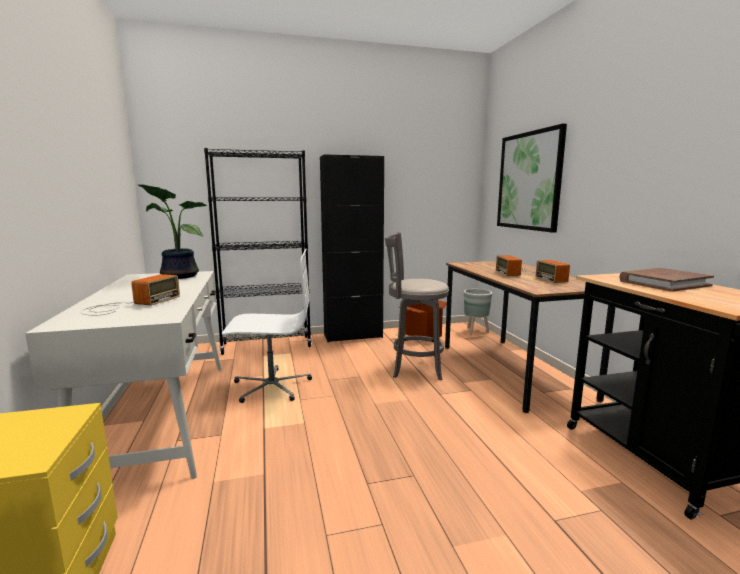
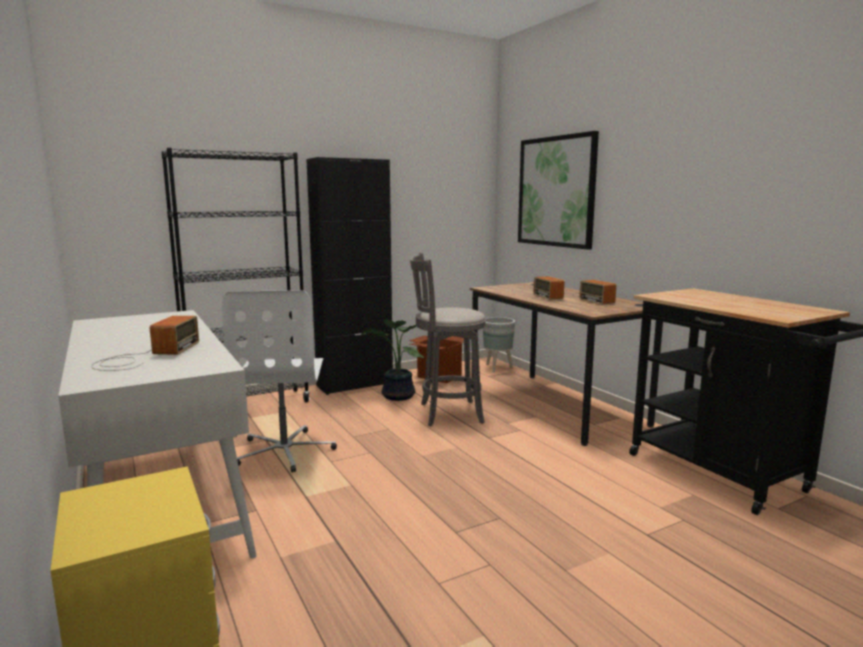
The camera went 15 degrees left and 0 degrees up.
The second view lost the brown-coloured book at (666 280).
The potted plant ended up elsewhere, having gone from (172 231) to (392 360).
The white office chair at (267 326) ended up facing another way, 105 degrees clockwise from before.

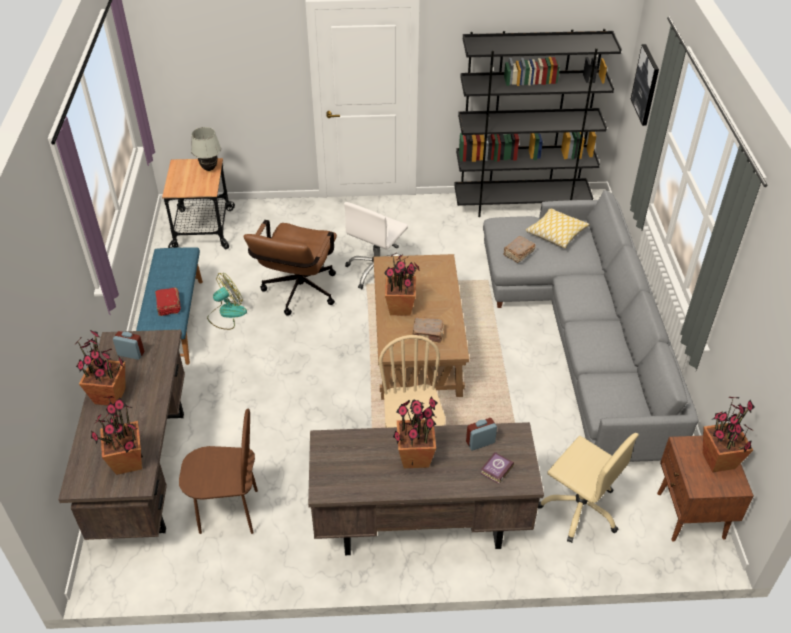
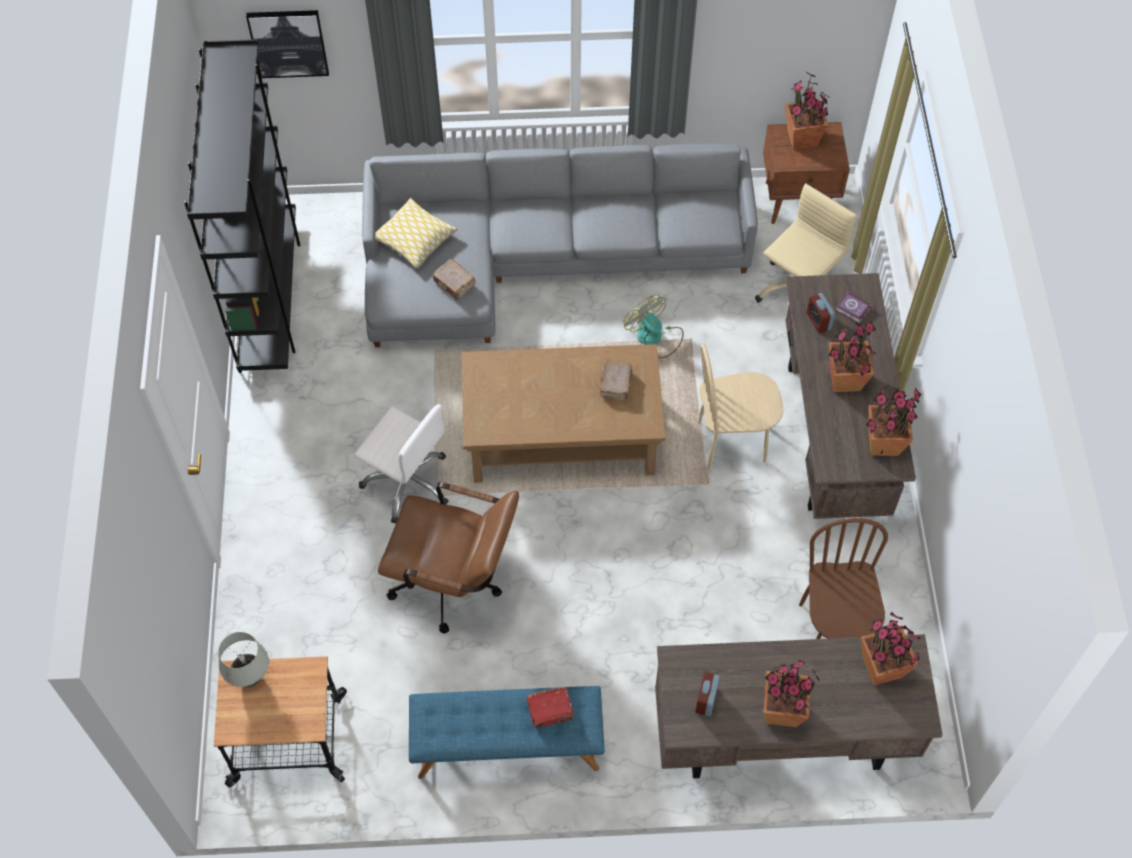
The camera went 90 degrees left and 15 degrees up.
The cooling fan ended up elsewhere, having gone from (227 301) to (653 326).
The potted plant ended up elsewhere, having gone from (402 284) to (894 421).

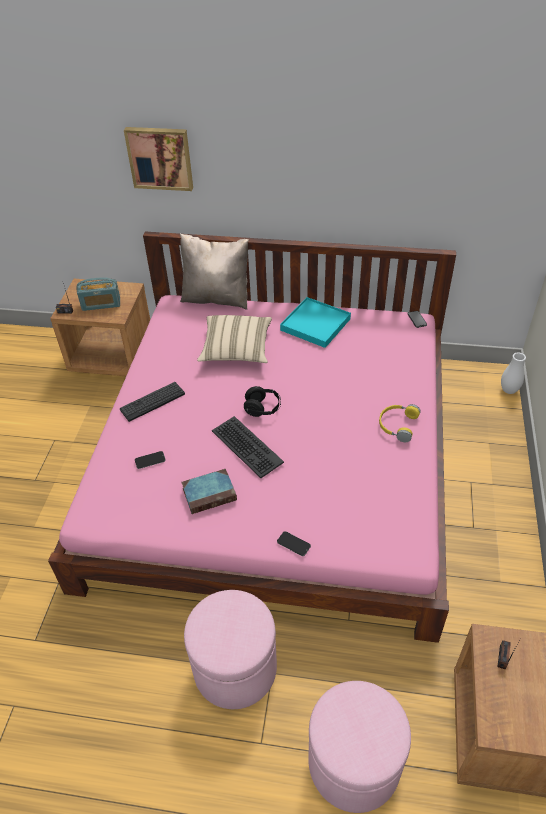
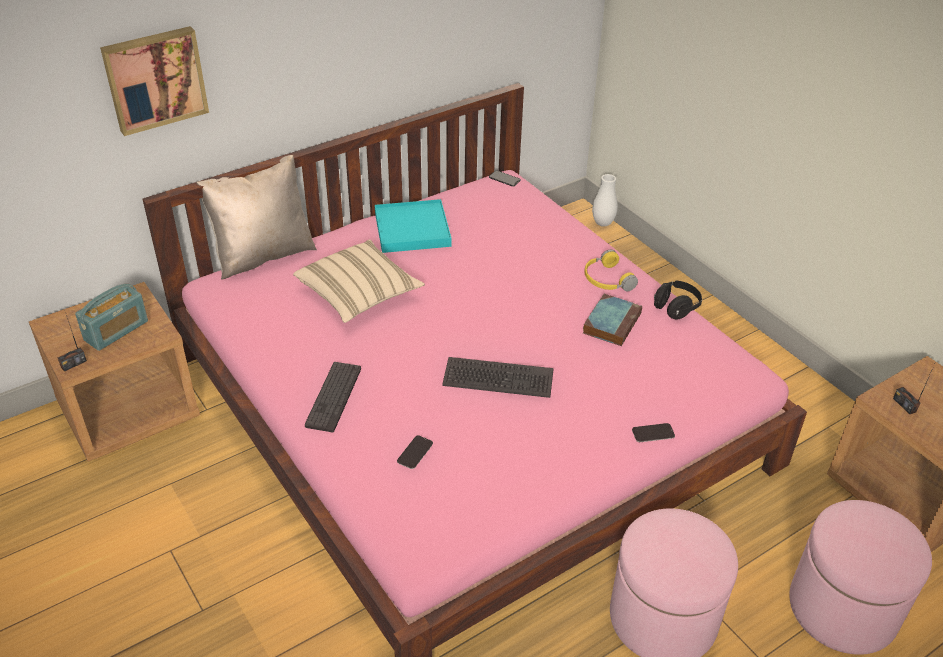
The camera went 45 degrees left and 5 degrees down.
The book ended up elsewhere, having gone from (209 491) to (612 320).
The black pair of headphones ended up elsewhere, having gone from (262 401) to (678 300).

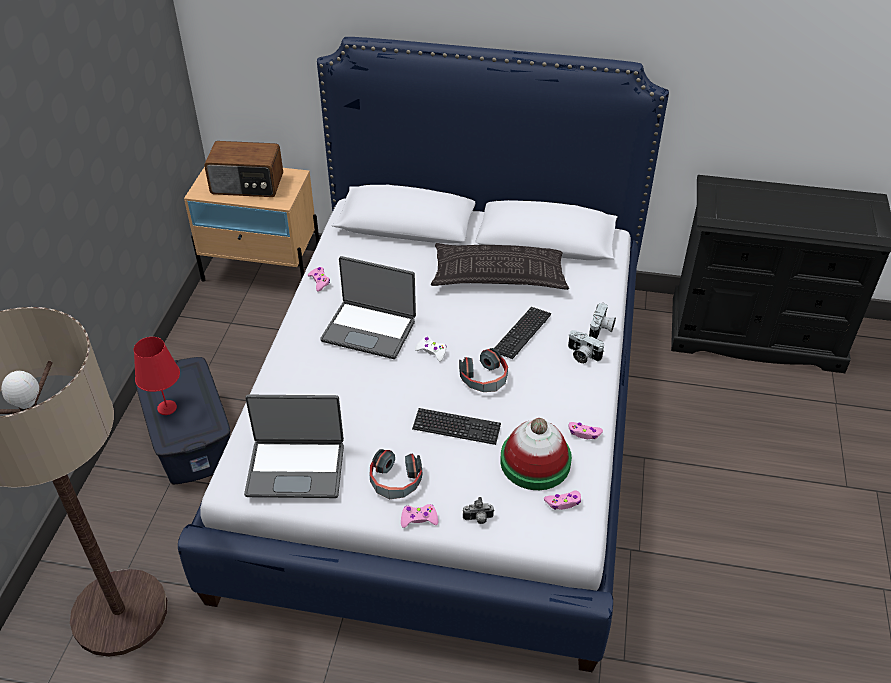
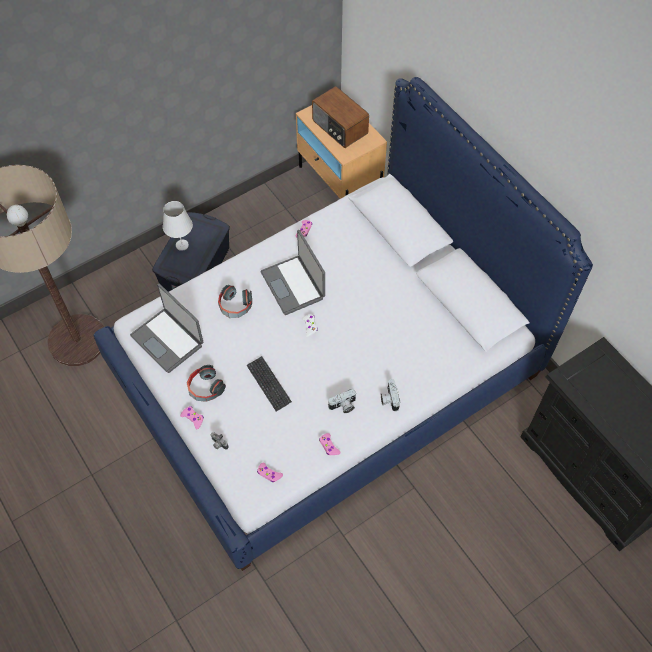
The camera went 45 degrees right and 15 degrees up.
The second view lost the cushion at (500 266).
The second view lost the computer keyboard at (522 333).
The second view lost the hat at (536 454).
The pair of headphones ended up elsewhere, having gone from (483 370) to (235 301).
The still camera ended up elsewhere, having gone from (602 321) to (342 401).
What was the red-coloured tabletop lamp at (157 376) turned into the white tabletop lamp at (178 226).

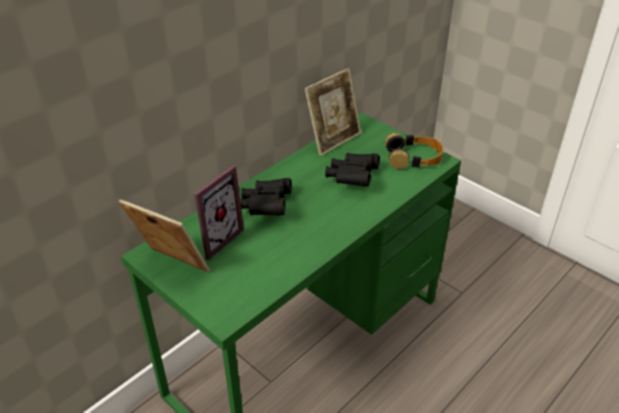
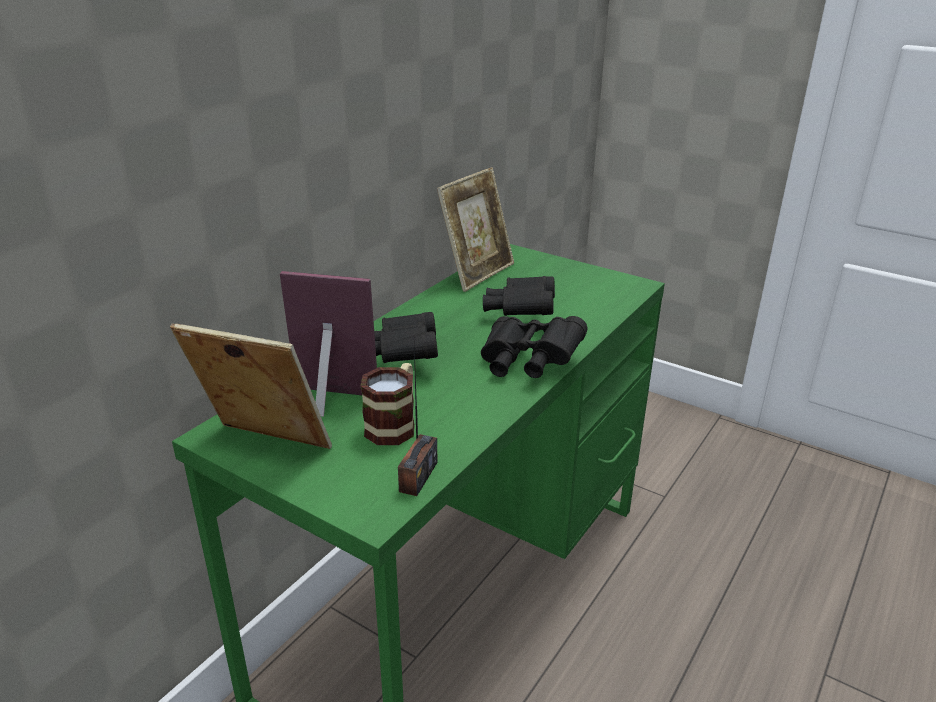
The camera went 10 degrees left and 10 degrees down.
The second view lost the pair of headphones at (414 151).
The second view gained the mug at (388 404).
The second view gained the radio receiver at (418 420).
The second view gained the black field glasses at (534 347).
The picture frame at (219 212) ended up facing another way, 105 degrees counterclockwise from before.

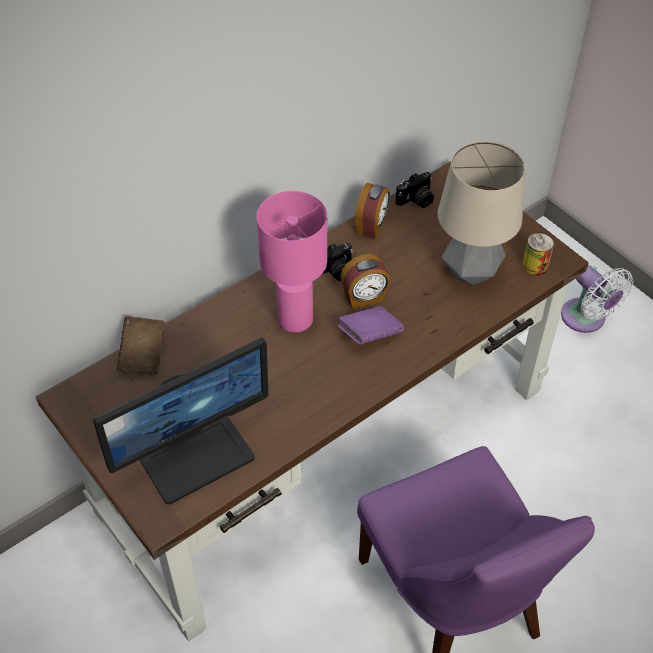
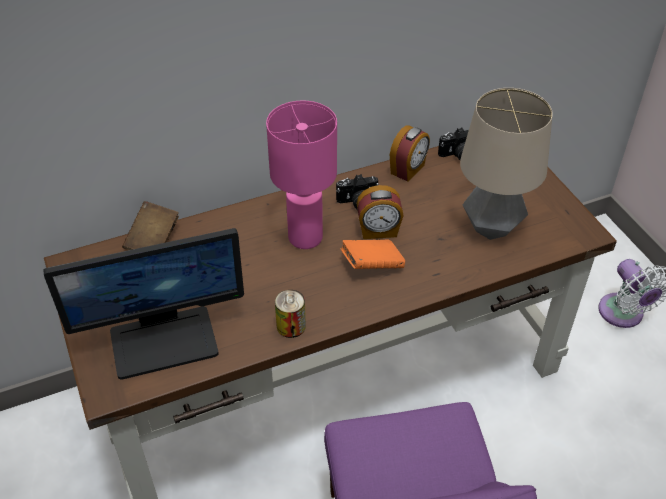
The camera went 15 degrees right and 5 degrees down.
The sealed can ended up elsewhere, having gone from (538 253) to (290 314).
What was the purple book at (371 325) turned into the orange book at (373 254).

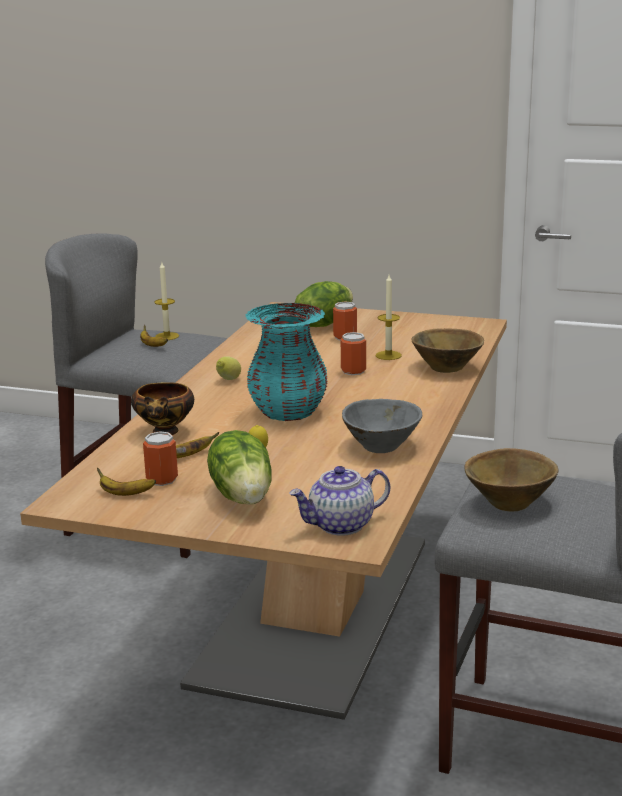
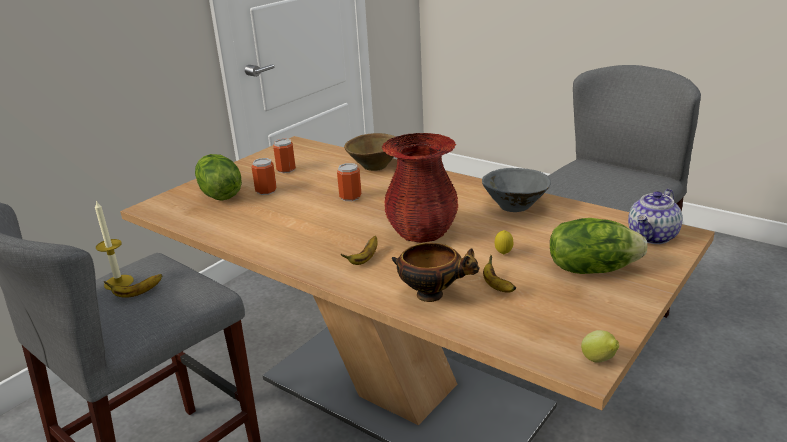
The camera went 70 degrees left and 5 degrees up.
The second view lost the candle at (389 317).
The second view lost the brown-coloured deep dish at (511 480).
The banana ended up elsewhere, having gone from (126 482) to (359 250).
The sealed can ended up elsewhere, having gone from (160 458) to (284 156).
The lemon ended up elsewhere, having gone from (228 368) to (600 346).
What was the turquoise decorative vase at (286 362) turned into the red-coloured decorative vase at (419 188).
The pot for tea at (339 501) ended up facing another way, 45 degrees clockwise from before.

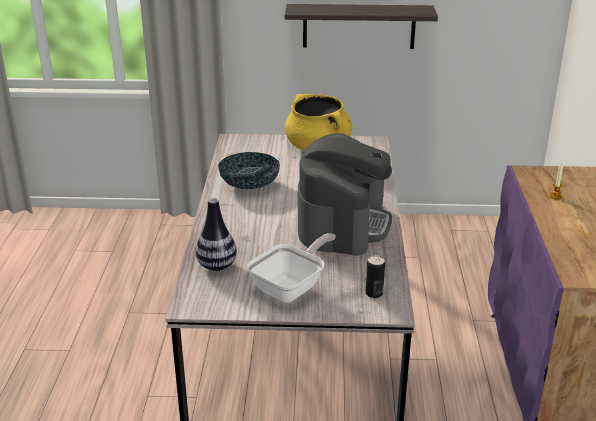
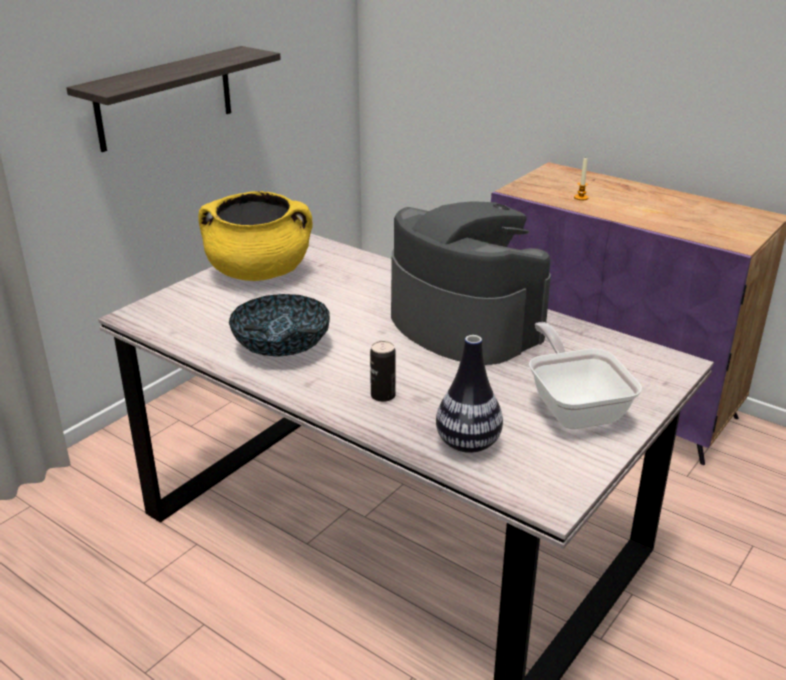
The camera went 55 degrees left and 0 degrees up.
The sealed can ended up elsewhere, having gone from (375 276) to (383 371).

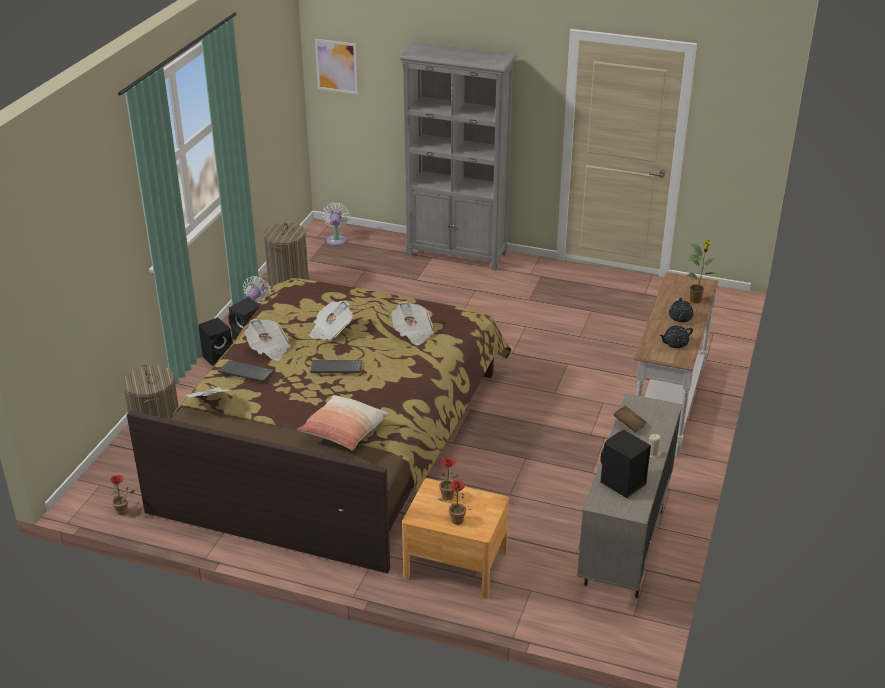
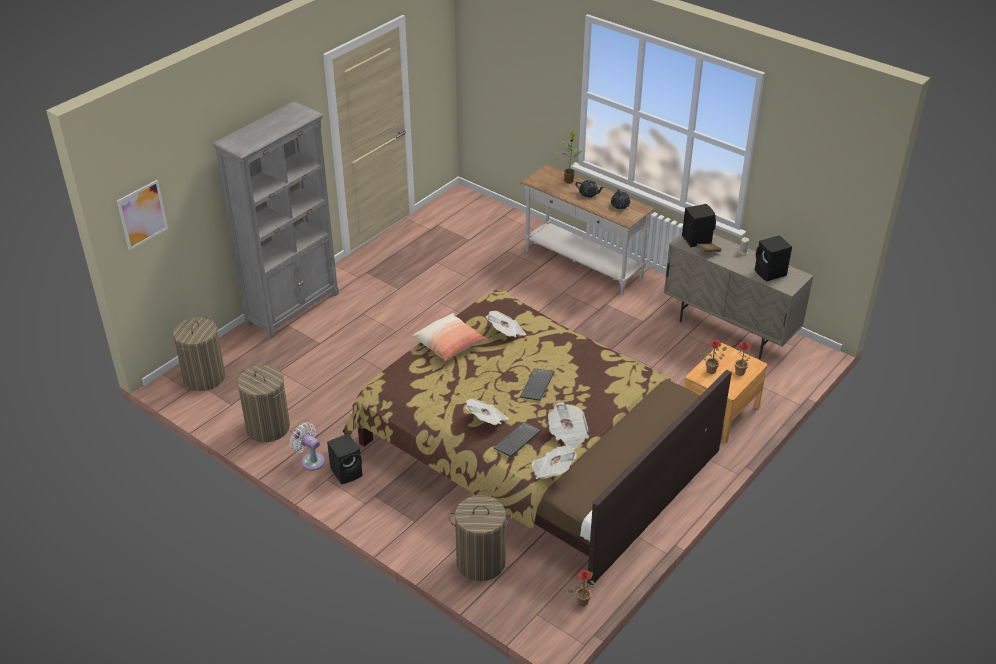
The camera went 70 degrees left and 5 degrees up.
The black speaker ended up elsewhere, having gone from (215 341) to (699 225).
The cushion ended up elsewhere, having gone from (343 423) to (449 337).
The daily paper ended up elsewhere, having gone from (331 321) to (568 426).
Where the white cooling fan stood at (336 224), the washing basket came to stand at (199 354).

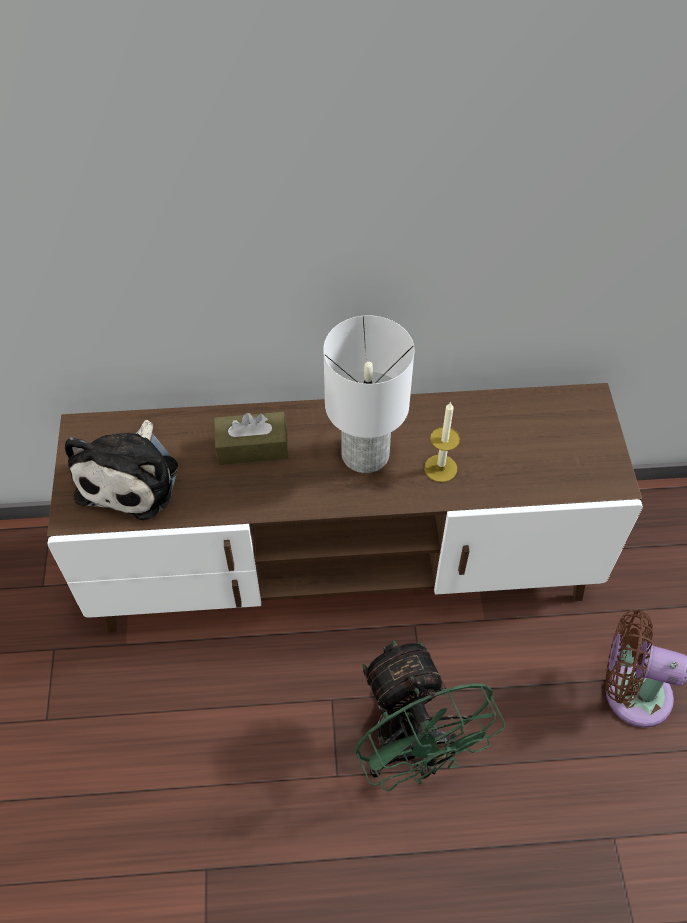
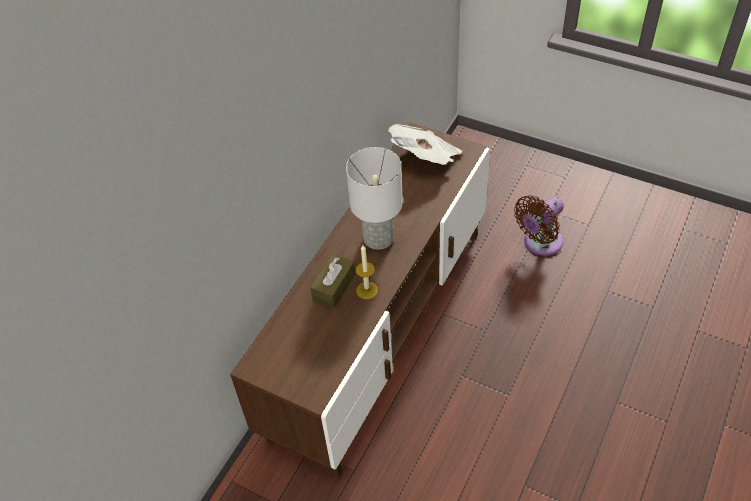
The camera went 55 degrees left and 5 degrees down.
The second view lost the soft toy at (121 470).
The second view lost the greenish cooling fan at (430 716).
The second view gained the daily paper at (425 144).
The candle ended up elsewhere, having gone from (442 441) to (367 272).

